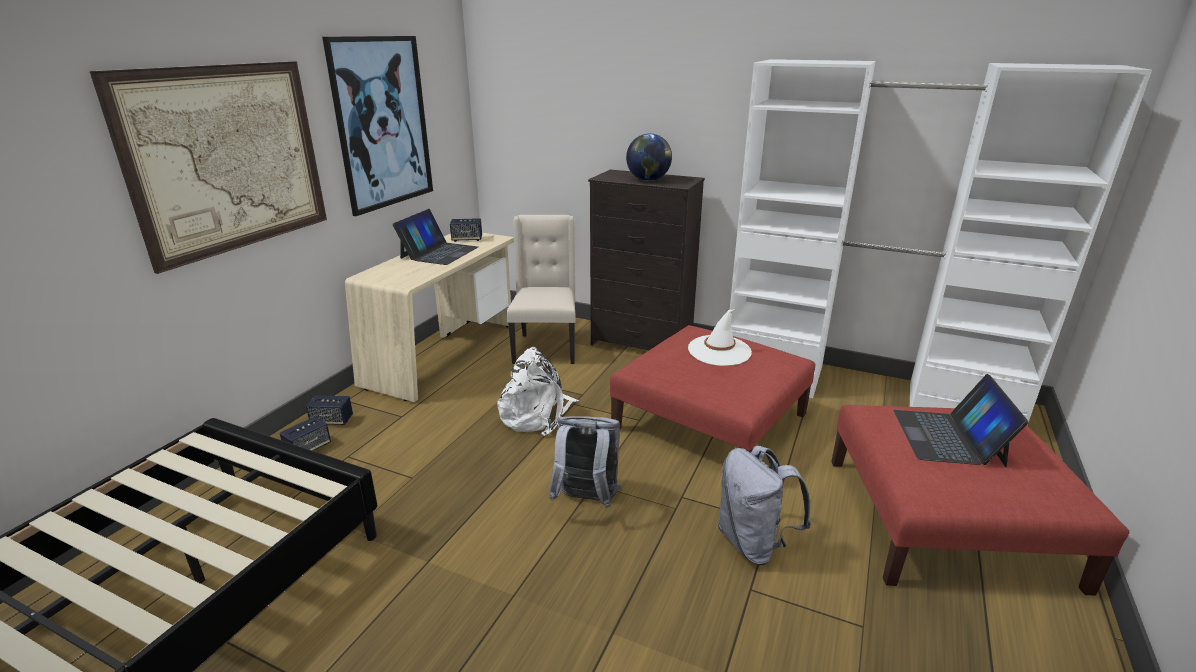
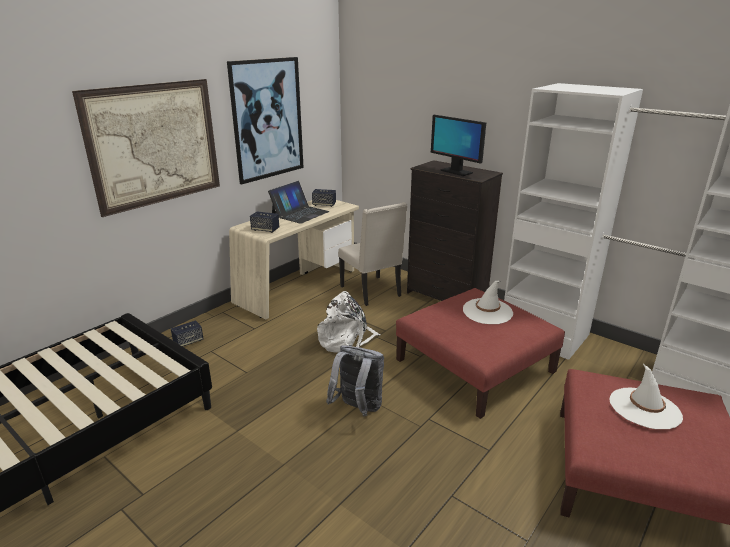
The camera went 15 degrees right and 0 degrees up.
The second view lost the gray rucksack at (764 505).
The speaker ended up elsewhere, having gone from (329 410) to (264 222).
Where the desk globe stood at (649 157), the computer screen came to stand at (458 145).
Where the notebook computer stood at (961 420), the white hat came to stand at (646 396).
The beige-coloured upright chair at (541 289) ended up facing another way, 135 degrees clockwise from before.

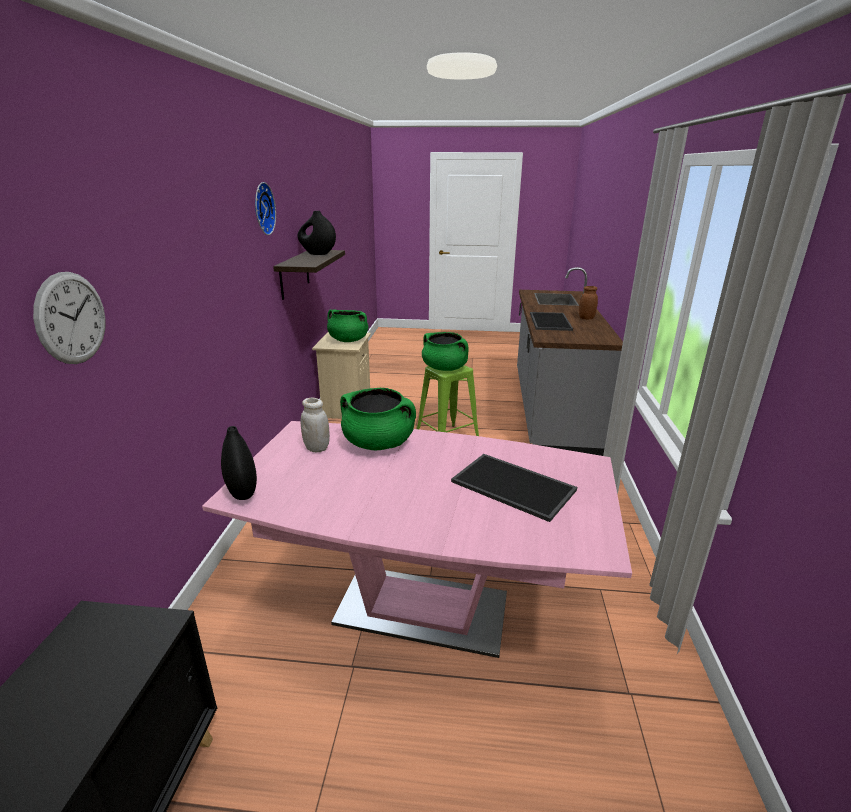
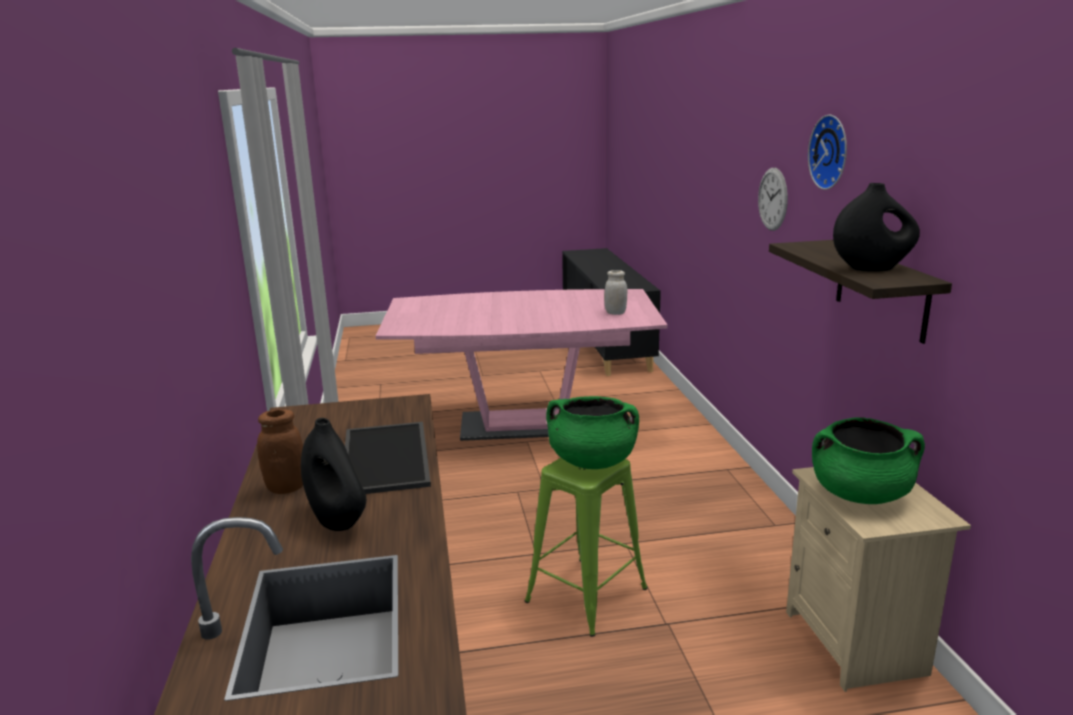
The camera went 165 degrees right and 5 degrees down.
The second view lost the greenish saucepot at (378 419).
The second view lost the carrying tray at (514 488).
The clock on the wall ended up elsewhere, having gone from (69 318) to (773 199).
The black decorative vase ended up elsewhere, having gone from (239 463) to (333 474).

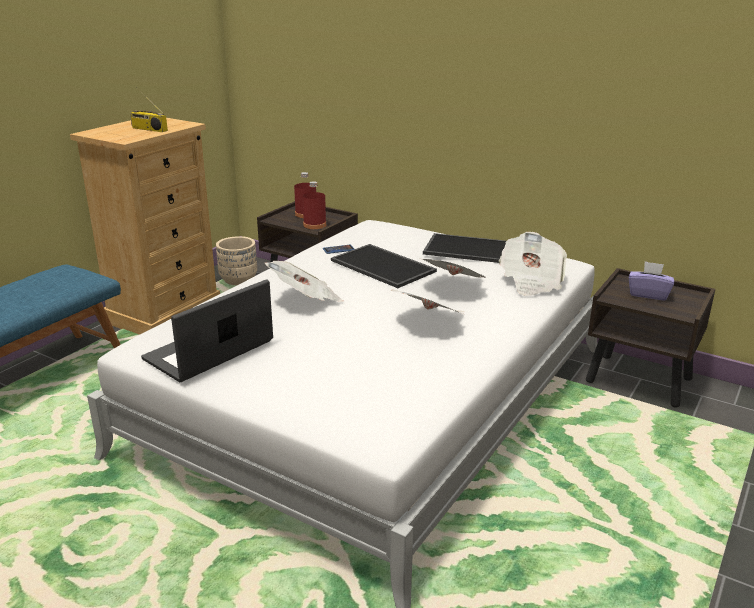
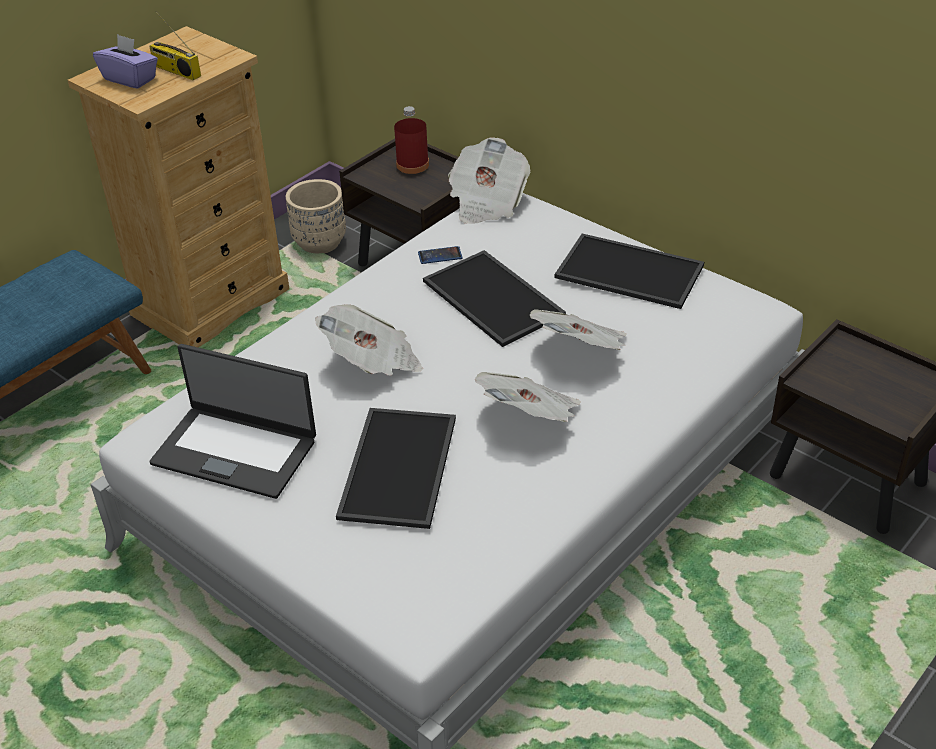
The camera went 10 degrees right and 15 degrees up.
The second view lost the red-coloured beverage bottle at (314 205).
The second view gained the carrying tray at (396 468).
The daily paper ended up elsewhere, having gone from (533 264) to (489 180).
The purple box of tissues ended up elsewhere, having gone from (651 281) to (125 61).
The notebook computer at (207 330) ended up facing another way, 120 degrees counterclockwise from before.

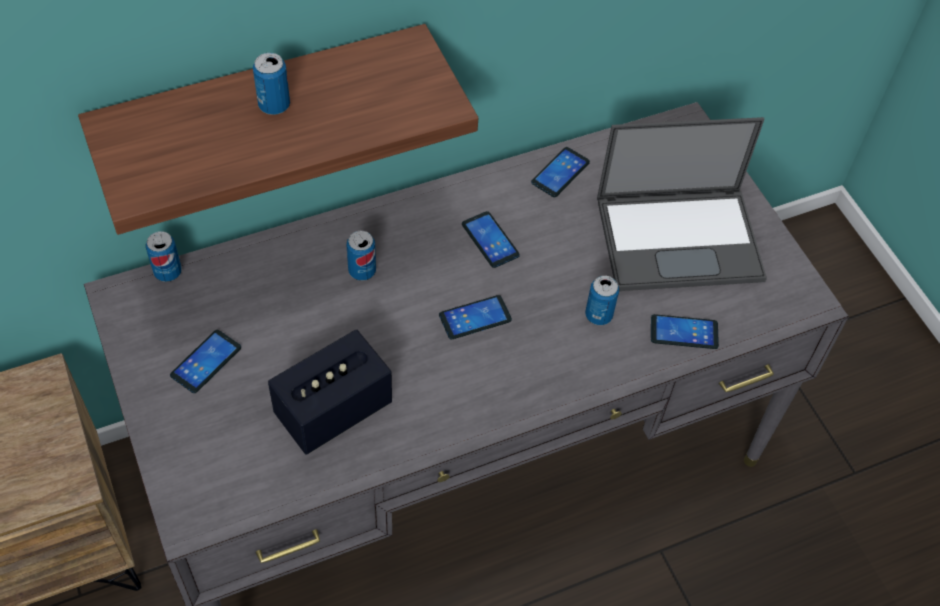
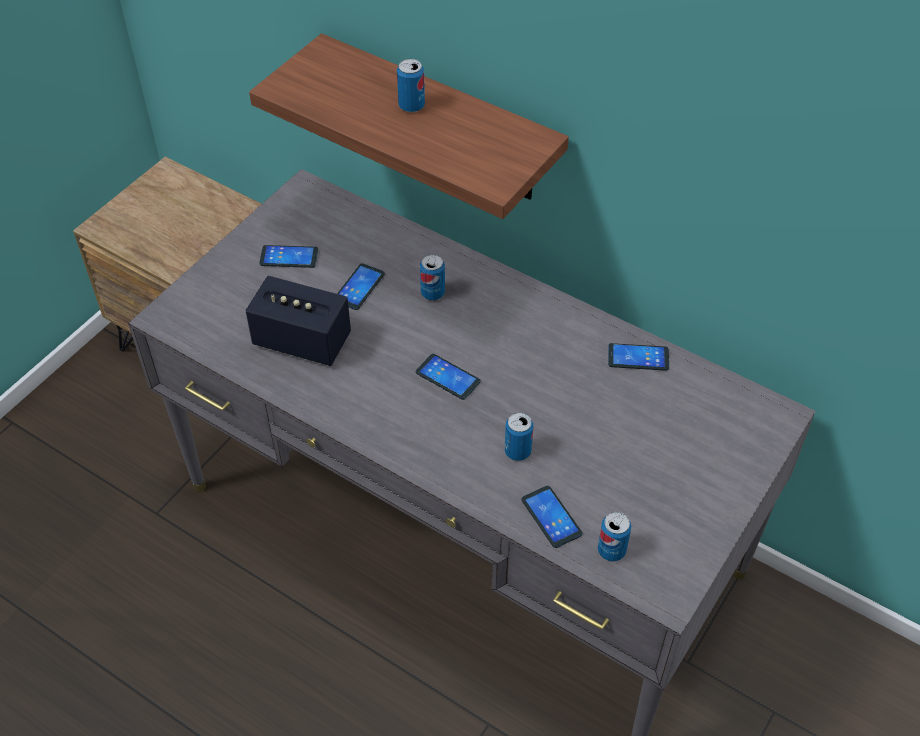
The camera went 60 degrees right and 5 degrees down.
The second view lost the notebook computer at (682 204).
The sealed can ended up elsewhere, having gone from (164 256) to (614 537).
The telephone ended up elsewhere, having gone from (491 239) to (361 286).

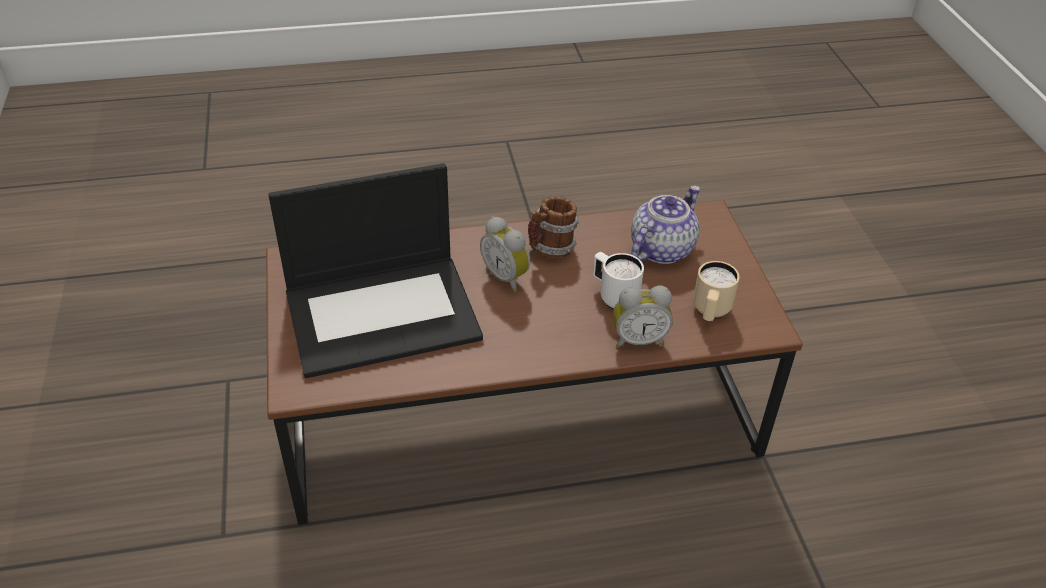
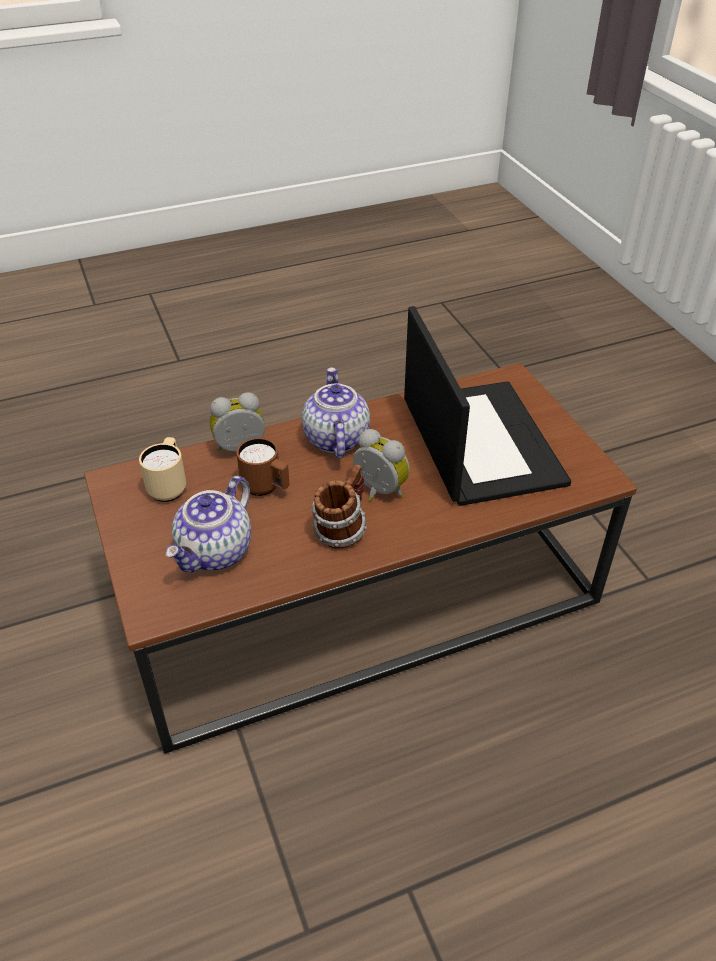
The camera went 170 degrees right and 0 degrees up.
The second view gained the pot for tea at (336 413).
What was the white mug at (618 280) turned into the brown-coloured mug at (262 467).
The notebook computer at (375 270) ended up facing another way, 105 degrees clockwise from before.

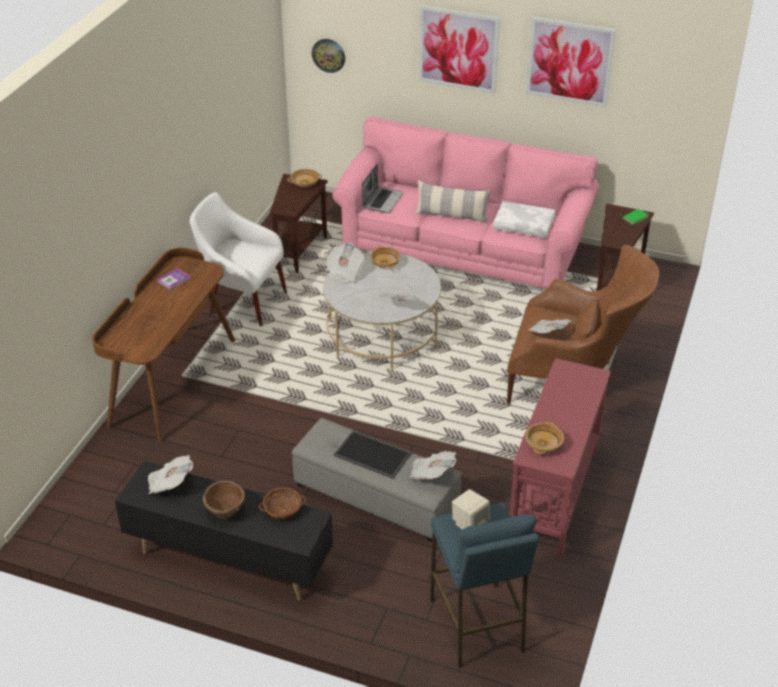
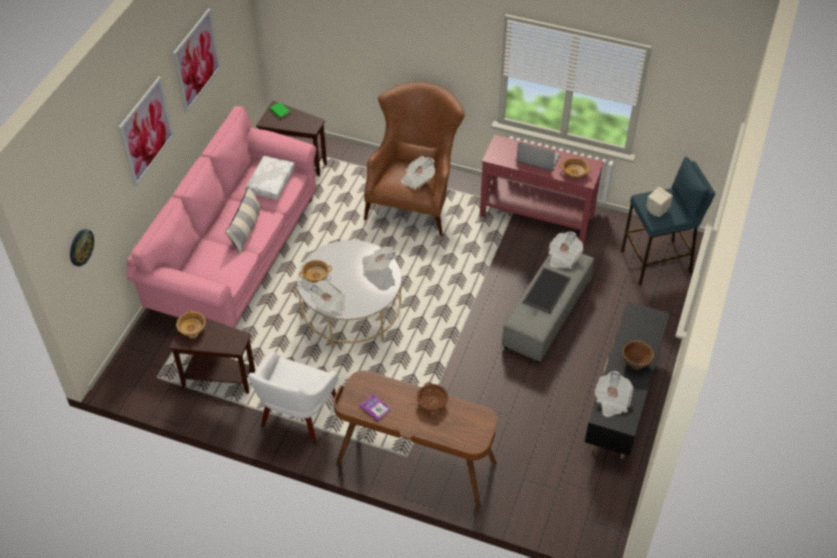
The camera went 90 degrees left and 10 degrees up.
The brown-coloured deep dish ended up elsewhere, having gone from (282 503) to (432 398).
The notebook computer ended up elsewhere, having gone from (382 188) to (538 156).

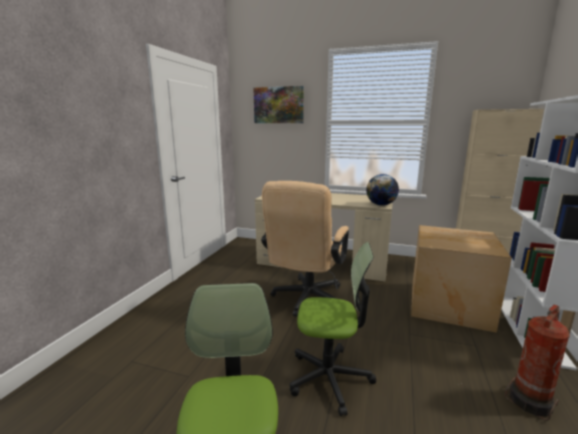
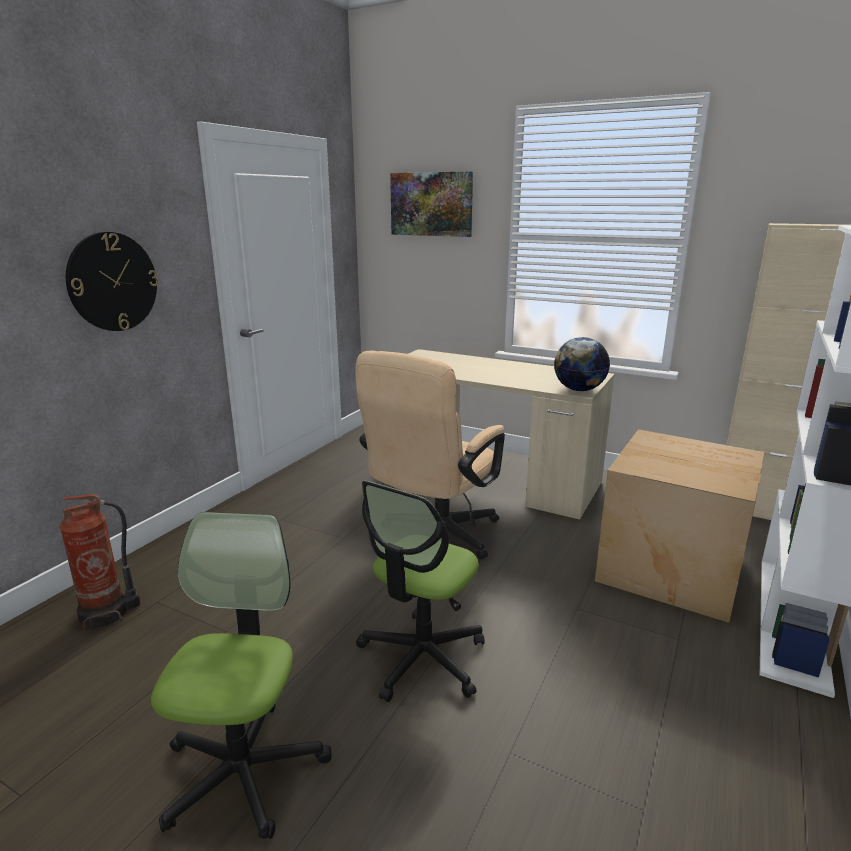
The camera went 10 degrees right and 5 degrees up.
The second view gained the clock on the wall at (112 281).
The extinguisher ended up elsewhere, having gone from (537 363) to (100 562).
The office chair at (333 329) ended up facing another way, 105 degrees clockwise from before.

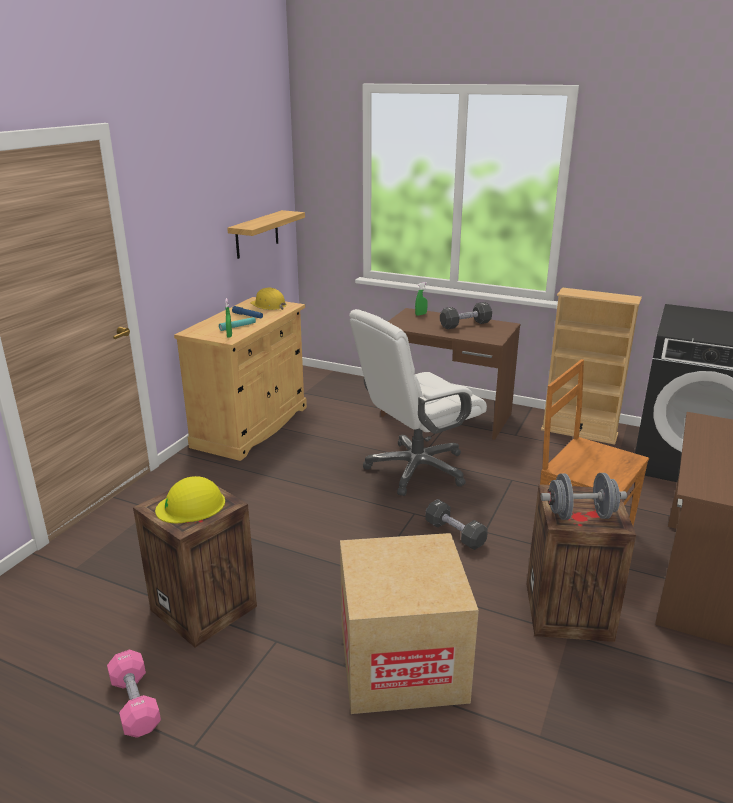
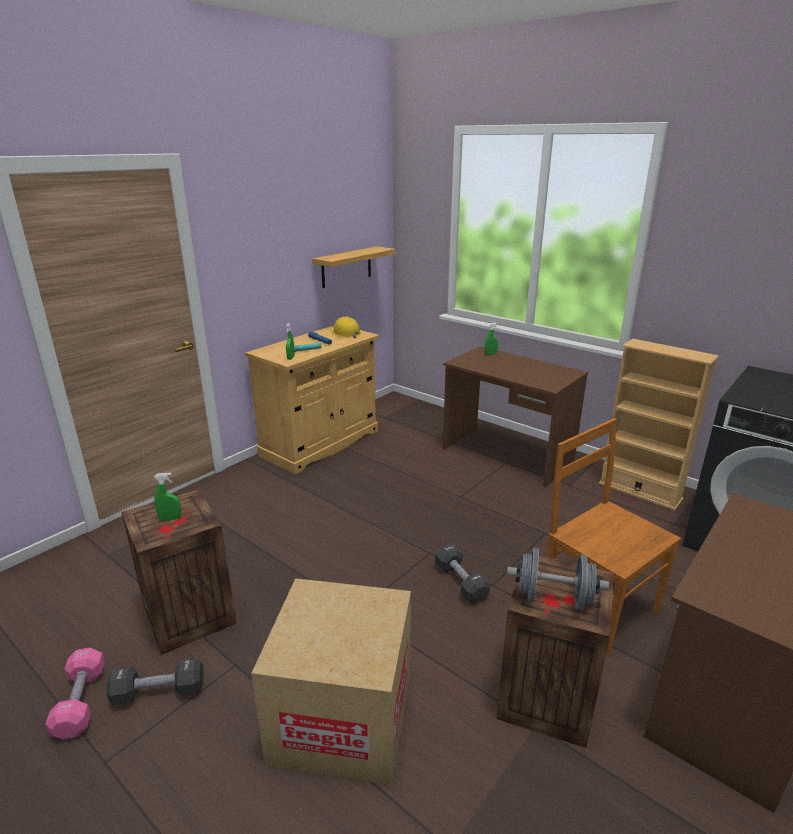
The camera went 15 degrees right and 0 degrees up.
The second view lost the white office chair at (418 402).
The black hand weight ended up elsewhere, having gone from (466 316) to (155 681).
Where the yellow-coloured hard hat stood at (190 499), the greenish sprayer came to stand at (167 497).

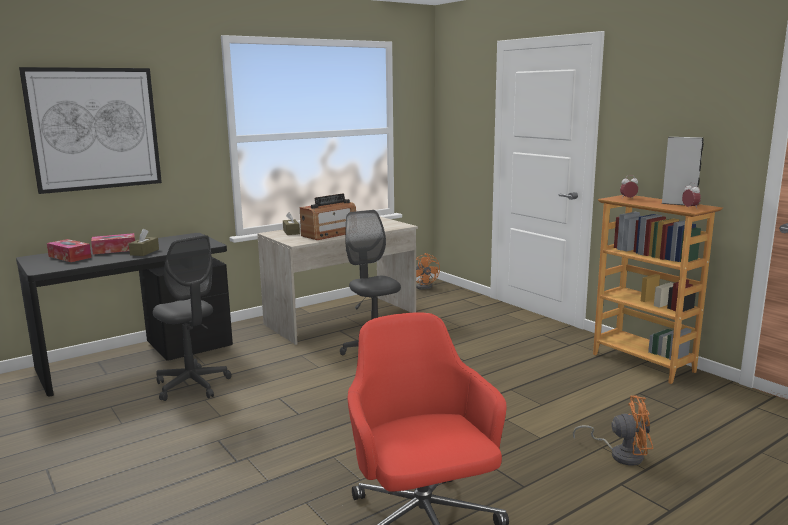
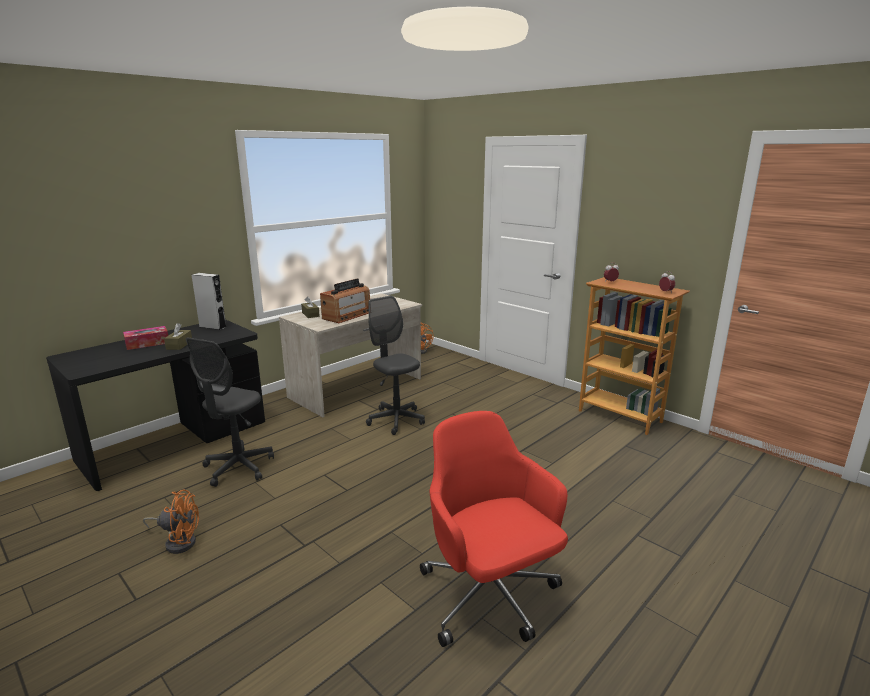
The camera went 10 degrees left and 5 degrees up.
The second view lost the wall art at (90 130).
The second view lost the box of tissues at (69 250).
The orange cooling fan ended up elsewhere, having gone from (613 430) to (171 522).
The gray speaker ended up elsewhere, having gone from (682 171) to (209 301).
The gray office chair at (192 318) ended up facing another way, 75 degrees clockwise from before.

